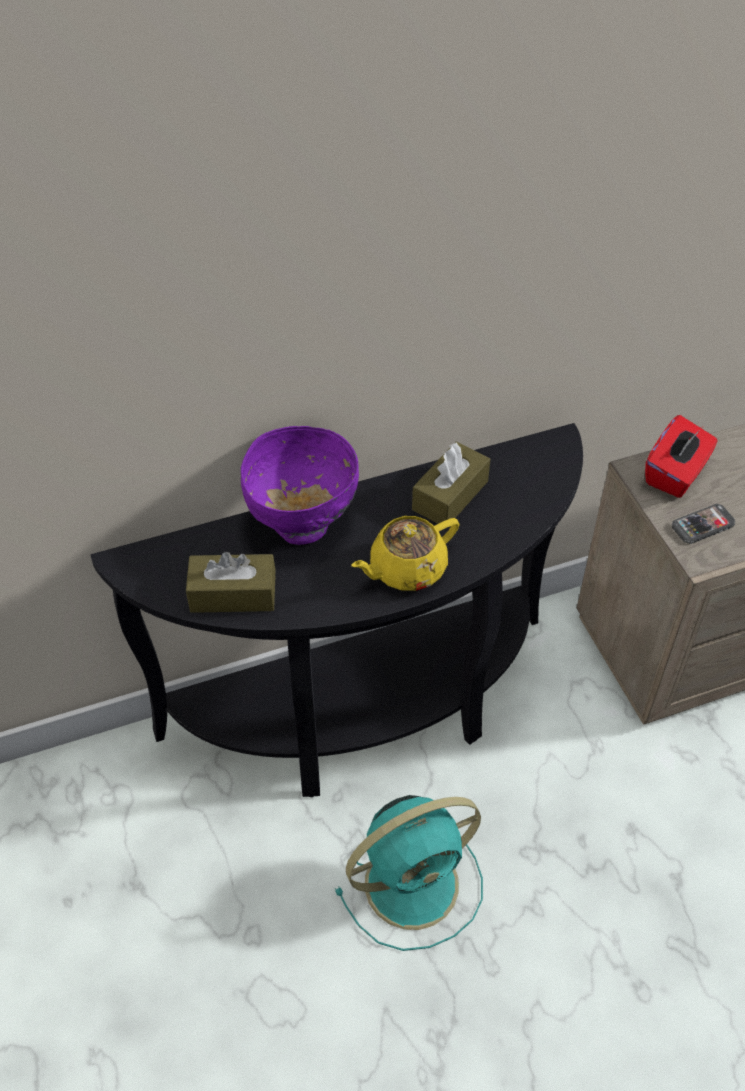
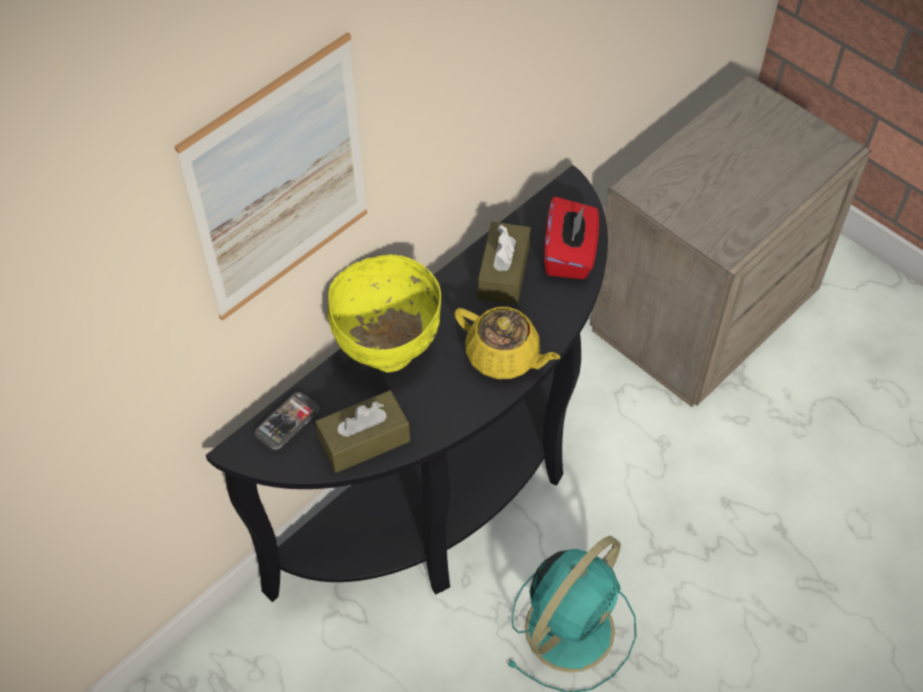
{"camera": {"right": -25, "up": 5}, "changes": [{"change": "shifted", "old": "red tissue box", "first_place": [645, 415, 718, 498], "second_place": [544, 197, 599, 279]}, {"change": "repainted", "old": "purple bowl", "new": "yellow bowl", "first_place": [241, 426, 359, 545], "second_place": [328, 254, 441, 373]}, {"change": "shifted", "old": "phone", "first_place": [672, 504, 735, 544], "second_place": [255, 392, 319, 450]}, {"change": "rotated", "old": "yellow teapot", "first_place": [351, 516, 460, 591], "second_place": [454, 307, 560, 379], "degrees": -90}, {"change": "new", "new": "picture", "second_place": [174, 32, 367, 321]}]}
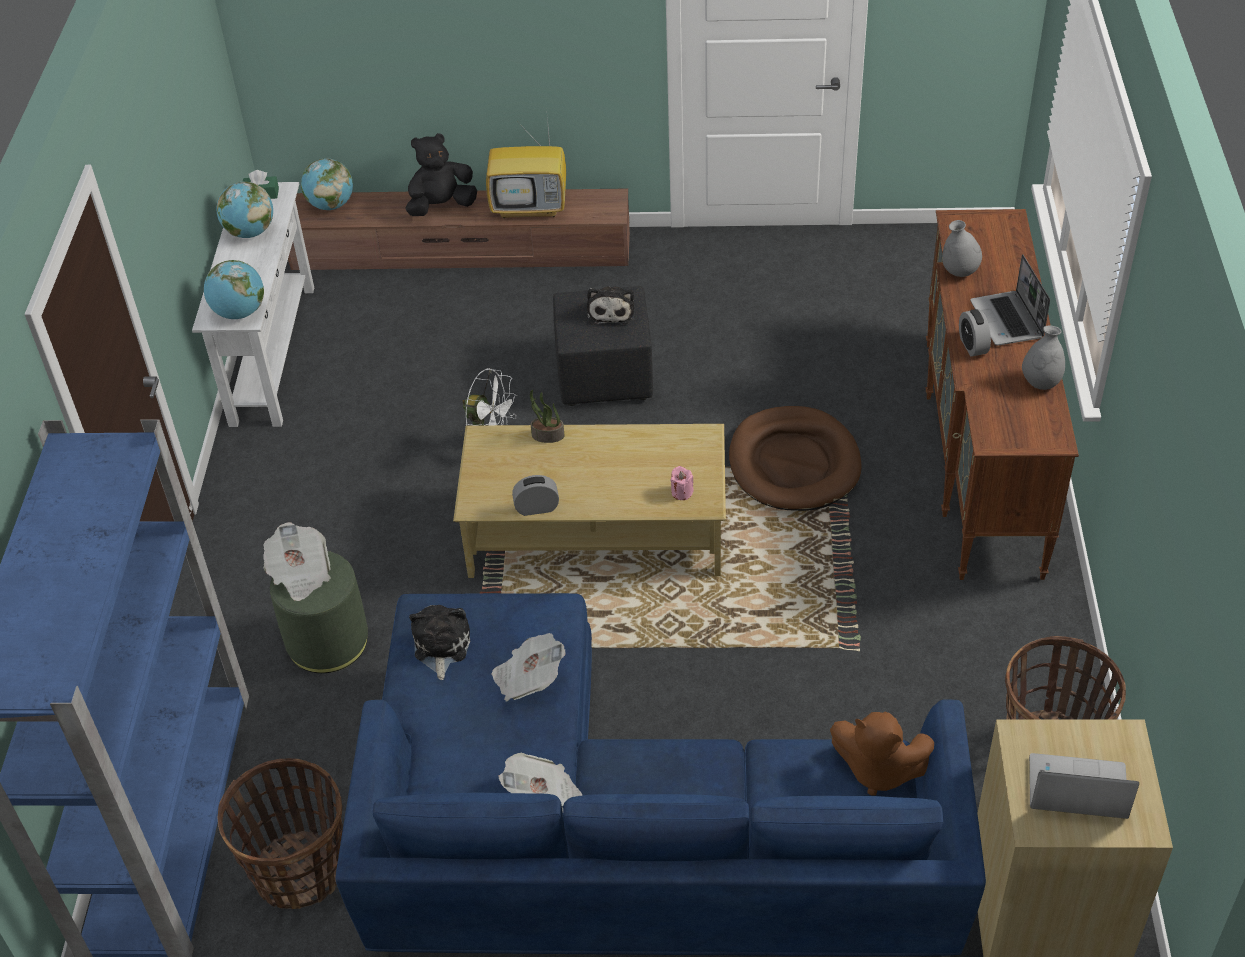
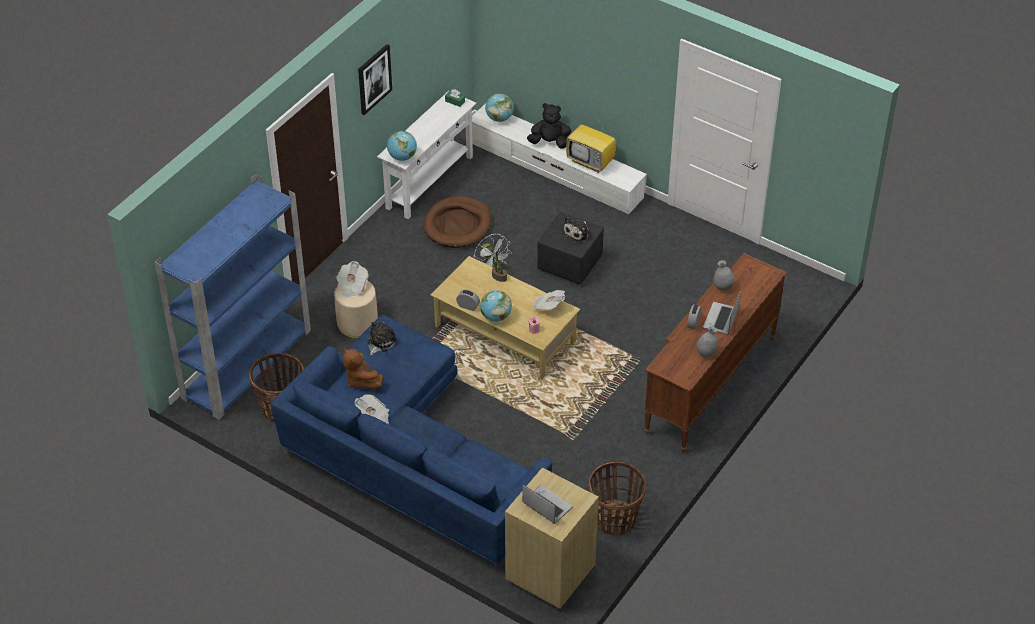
{"camera": {"right": 30, "up": 0}, "changes": [{"change": "shifted", "old": "globe", "first_place": [216, 181, 273, 238], "second_place": [480, 290, 512, 322]}, {"change": "repainted", "old": "brown tv stand", "new": "white tv stand", "first_place": [288, 188, 630, 270], "second_place": [472, 103, 647, 214]}, {"change": "shifted", "old": "brown dog bed", "first_place": [729, 406, 862, 511], "second_place": [423, 196, 491, 248]}, {"change": "repainted", "old": "green ottoman", "new": "beige ottoman", "first_place": [270, 551, 368, 673], "second_place": [334, 281, 378, 339]}, {"change": "shifted", "old": "newspaper", "first_place": [491, 633, 566, 701], "second_place": [533, 290, 565, 310]}, {"change": "shifted", "old": "brown plush toy", "first_place": [830, 712, 934, 796], "second_place": [343, 348, 383, 389]}, {"change": "new", "new": "picture", "second_place": [358, 44, 392, 115]}]}
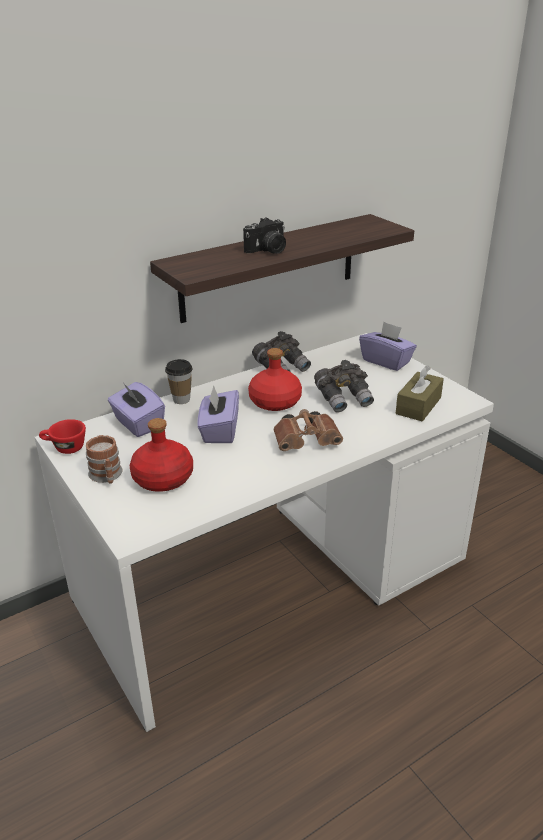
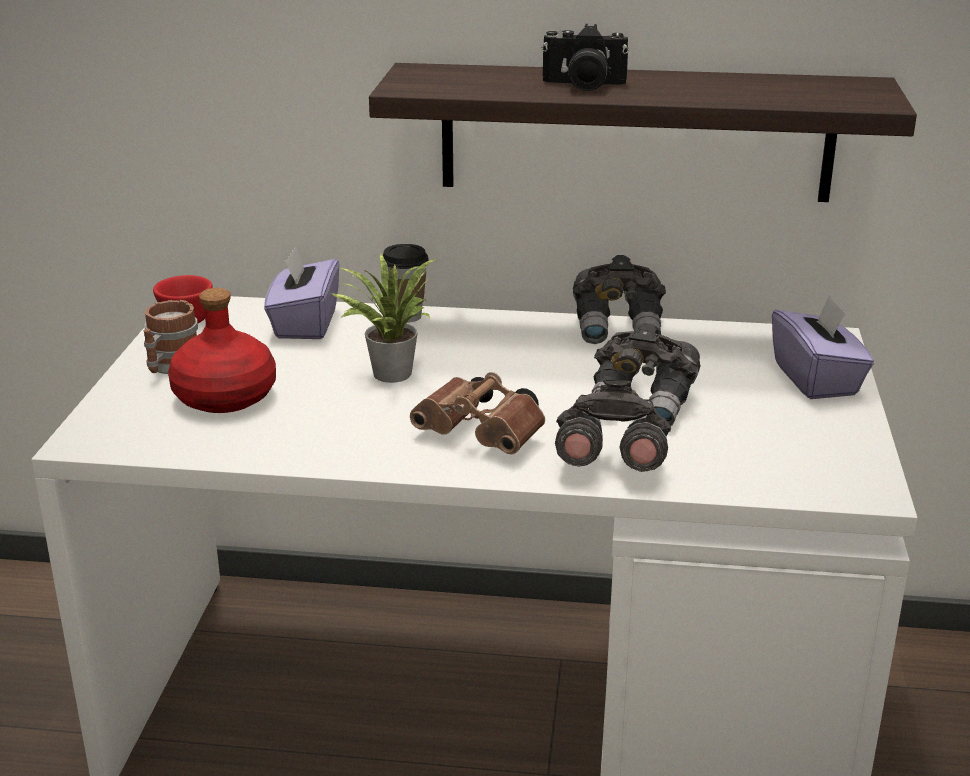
{"camera": {"right": 40, "up": -5}, "changes": [{"change": "gone", "old": "red bottle", "first_place": [248, 348, 302, 411]}, {"change": "gone", "old": "brown tissue box", "first_place": [396, 365, 444, 421]}, {"change": "swapped", "old": "purple tissue box", "new": "potted plant", "first_place": [197, 385, 239, 443], "second_place": [330, 253, 437, 383]}, {"change": "new", "new": "grey binoculars", "second_place": [555, 379, 671, 472]}]}
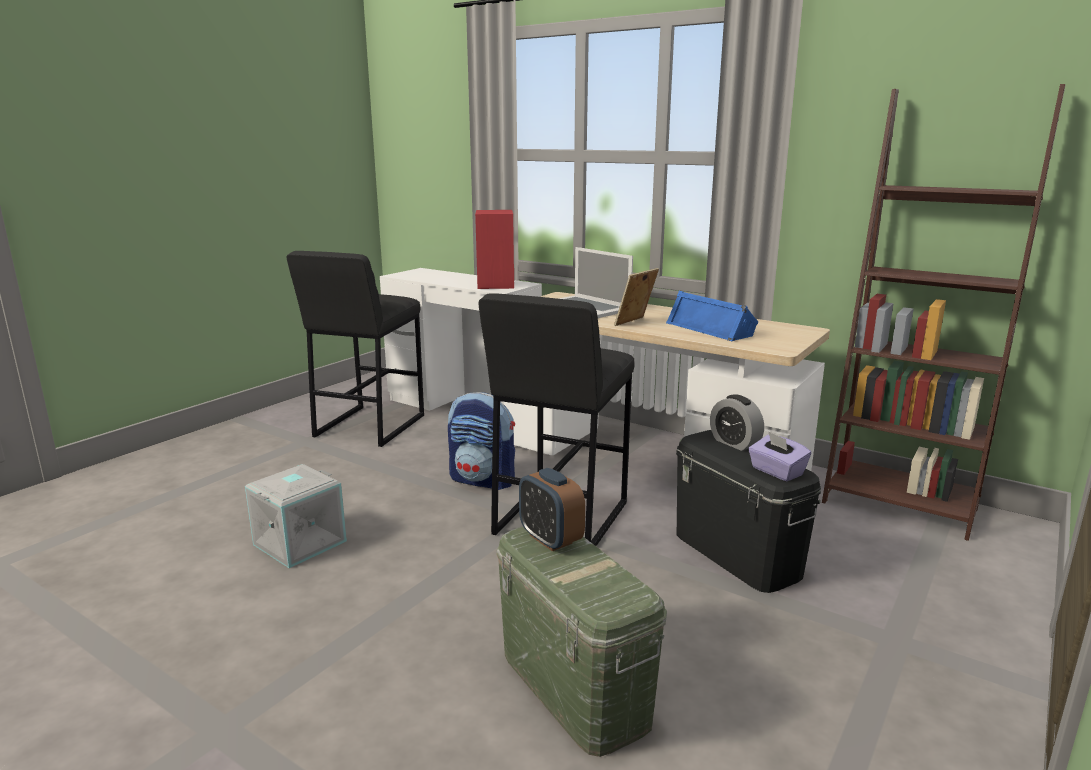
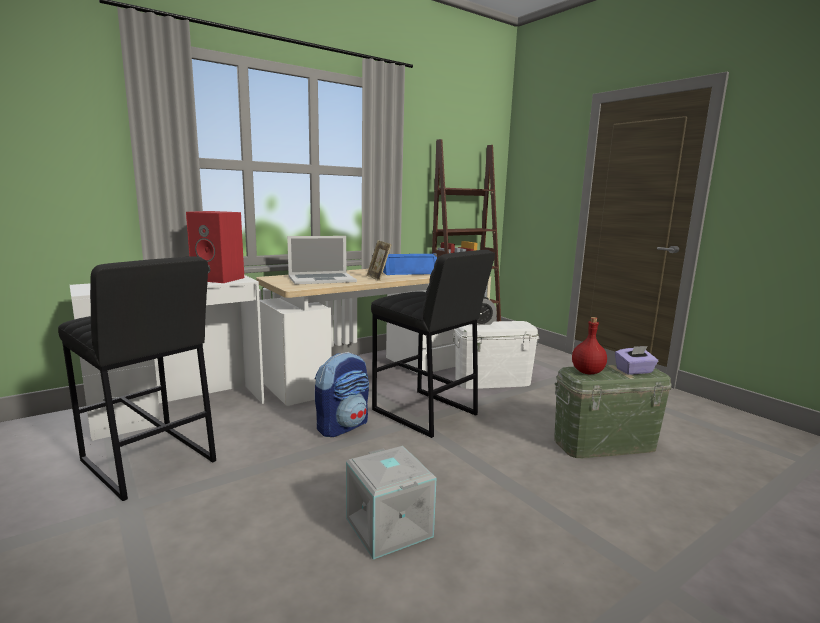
{"camera": {"right": -70, "up": -5}, "changes": [{"change": "repainted", "old": "black storage box", "new": "white storage box", "first_place": [676, 430, 821, 593], "second_place": [453, 321, 540, 389]}, {"change": "shifted", "old": "purple tissue box", "first_place": [748, 431, 811, 481], "second_place": [615, 346, 658, 375]}, {"change": "swapped", "old": "alarm clock", "new": "red bottle", "first_place": [519, 468, 585, 551], "second_place": [572, 317, 607, 374]}]}
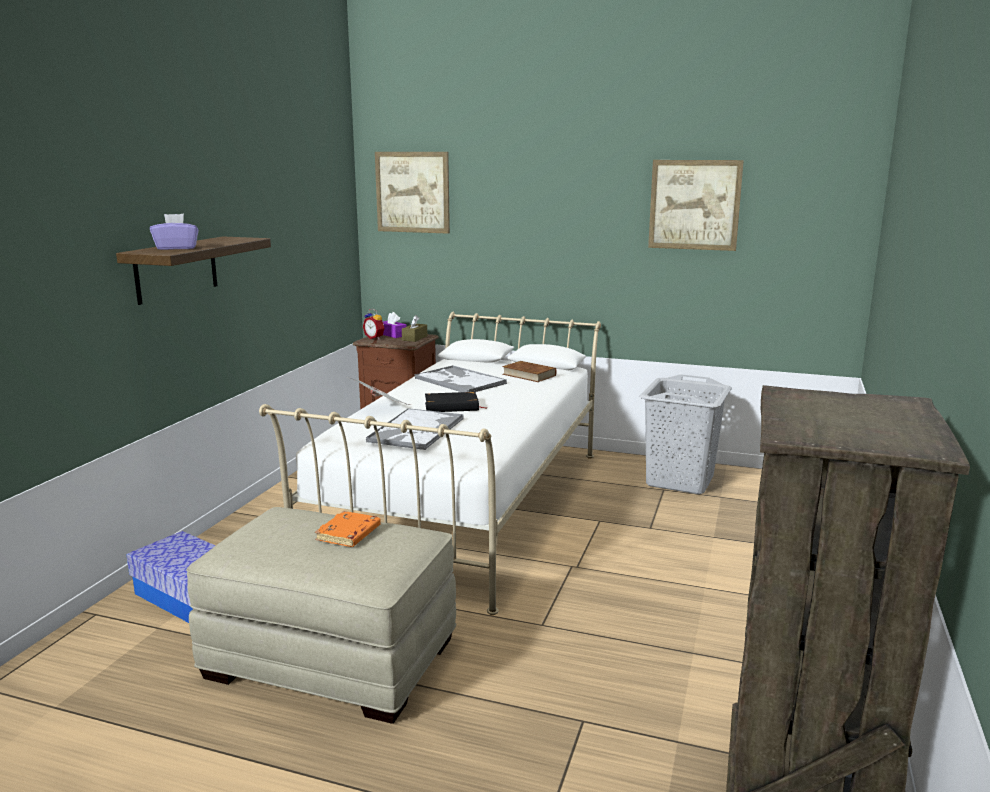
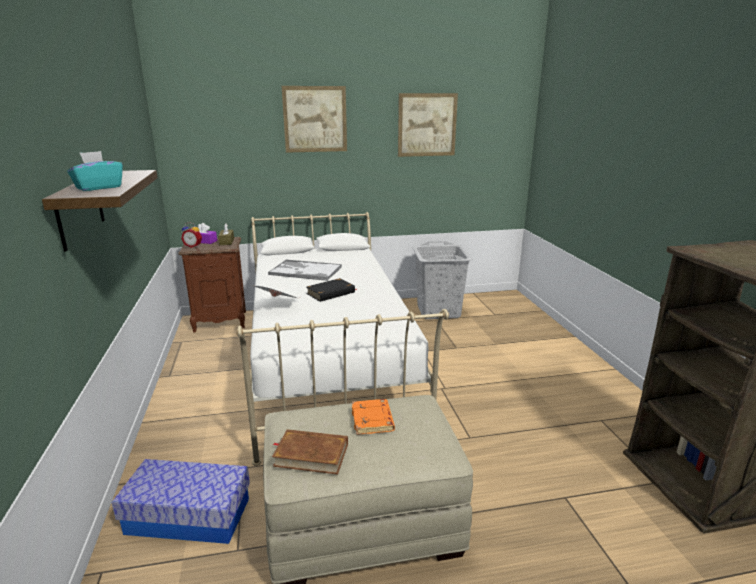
{"camera": {"right": -30, "up": 5}, "changes": [{"change": "shifted", "old": "picture", "first_place": [375, 152, 450, 234], "second_place": [282, 86, 347, 153]}, {"change": "repainted", "old": "purple tissue box", "new": "turquoise tissue box", "first_place": [150, 214, 199, 250], "second_place": [67, 151, 123, 191]}, {"change": "shifted", "old": "brown book", "first_place": [502, 361, 556, 382], "second_place": [272, 429, 348, 474]}, {"change": "gone", "old": "tray", "first_place": [365, 408, 464, 450]}]}
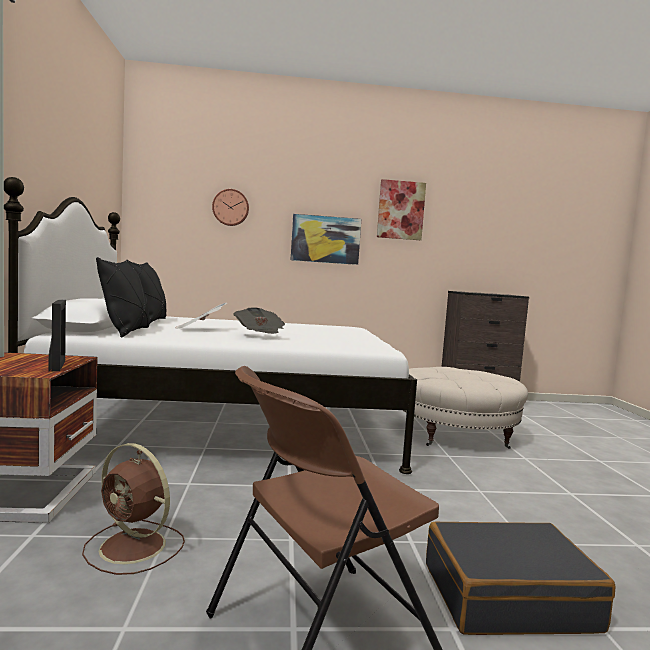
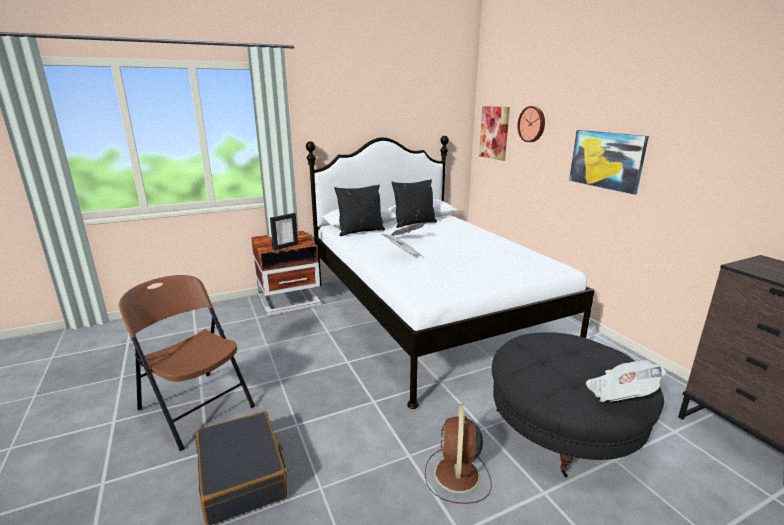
{"camera": {"right": 70, "up": 15}, "changes": [{"change": "shifted", "old": "picture", "first_place": [377, 179, 426, 240], "second_place": [479, 106, 510, 161]}, {"change": "repainted", "old": "beige ottoman", "new": "black ottoman", "first_place": [402, 367, 528, 449], "second_place": [492, 332, 664, 477]}, {"change": "shifted", "old": "brown fan", "first_place": [82, 443, 185, 575], "second_place": [425, 404, 492, 504]}, {"change": "new", "new": "newspaper", "second_place": [586, 360, 666, 402]}]}
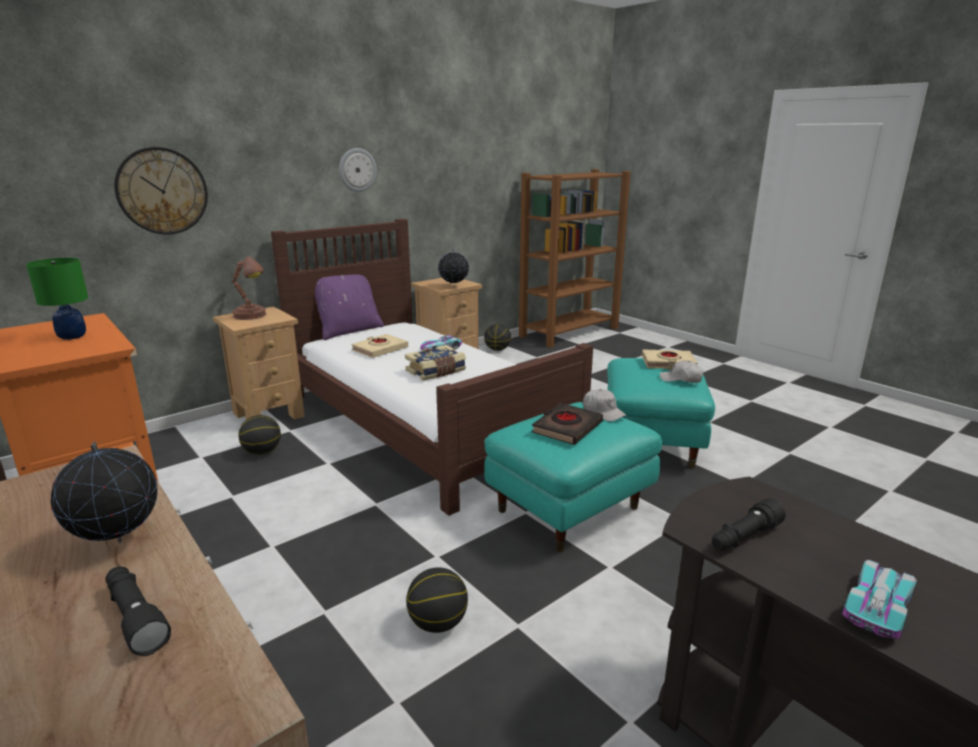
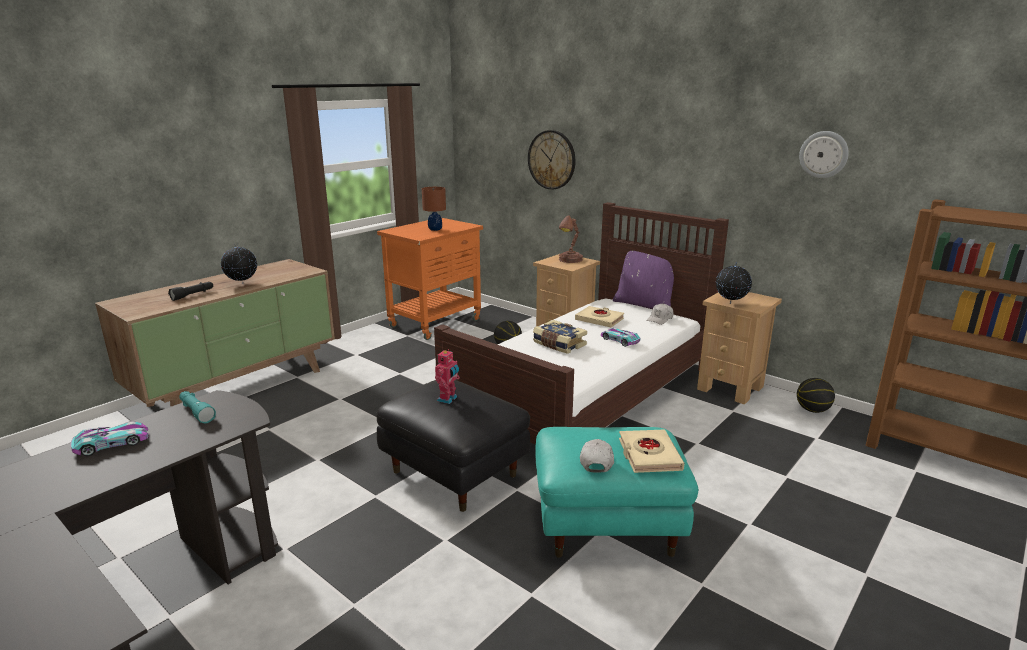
{"camera": {"right": 80, "up": 0}, "changes": [{"change": "shifted", "old": "wall clock", "first_place": [339, 148, 377, 192], "second_place": [799, 131, 849, 178]}, {"change": "repainted", "old": "green table lamp", "new": "brown table lamp", "first_place": [26, 258, 88, 340], "second_place": [422, 187, 446, 231]}, {"change": "shifted", "old": "white cap", "first_place": [583, 389, 627, 422], "second_place": [646, 304, 673, 325]}, {"change": "repainted", "old": "turquoise ottoman", "new": "black ottoman", "first_place": [484, 402, 662, 552], "second_place": [377, 380, 530, 512]}, {"change": "swapped", "old": "black book", "new": "toy robot", "first_place": [531, 403, 603, 445], "second_place": [435, 349, 460, 404]}, {"change": "repainted", "old": "black flashlight", "new": "turquoise flashlight", "first_place": [712, 498, 786, 550], "second_place": [179, 391, 216, 423]}, {"change": "rotated", "old": "toy car", "first_place": [842, 560, 917, 639], "second_place": [71, 421, 149, 457], "degrees": -60}, {"change": "gone", "old": "basketball", "first_place": [406, 567, 468, 633]}]}
